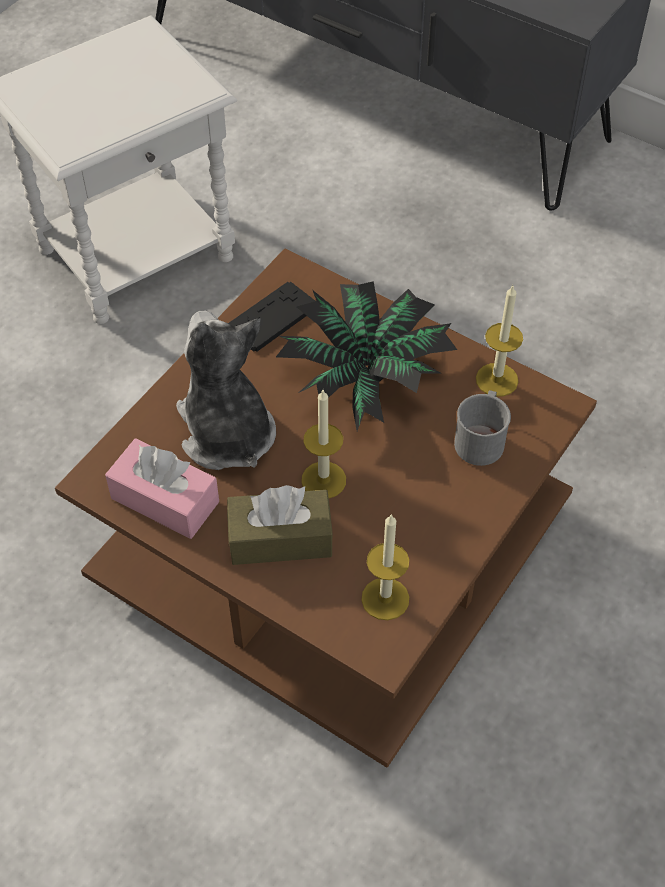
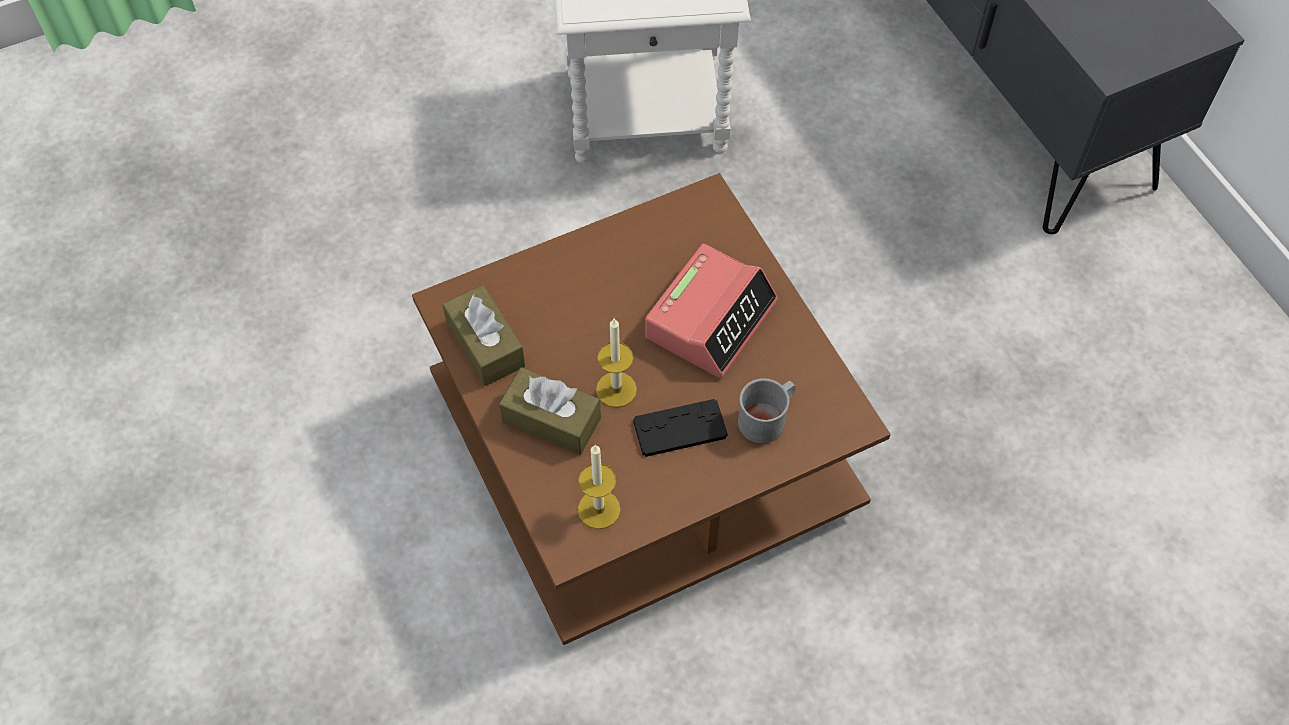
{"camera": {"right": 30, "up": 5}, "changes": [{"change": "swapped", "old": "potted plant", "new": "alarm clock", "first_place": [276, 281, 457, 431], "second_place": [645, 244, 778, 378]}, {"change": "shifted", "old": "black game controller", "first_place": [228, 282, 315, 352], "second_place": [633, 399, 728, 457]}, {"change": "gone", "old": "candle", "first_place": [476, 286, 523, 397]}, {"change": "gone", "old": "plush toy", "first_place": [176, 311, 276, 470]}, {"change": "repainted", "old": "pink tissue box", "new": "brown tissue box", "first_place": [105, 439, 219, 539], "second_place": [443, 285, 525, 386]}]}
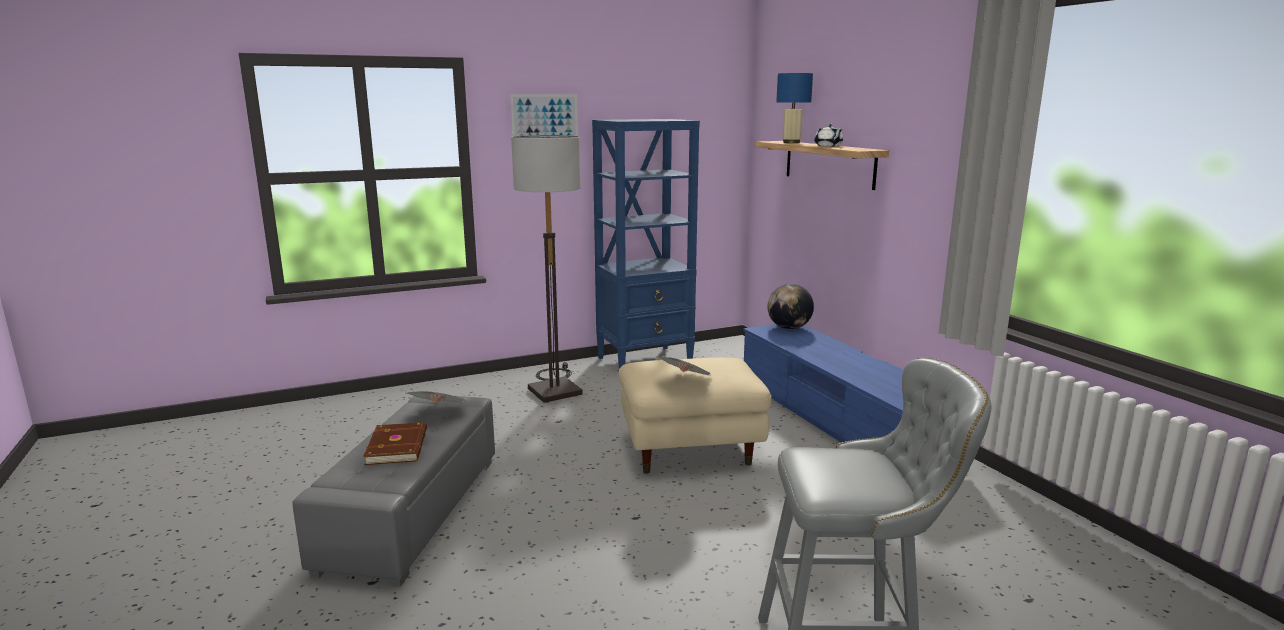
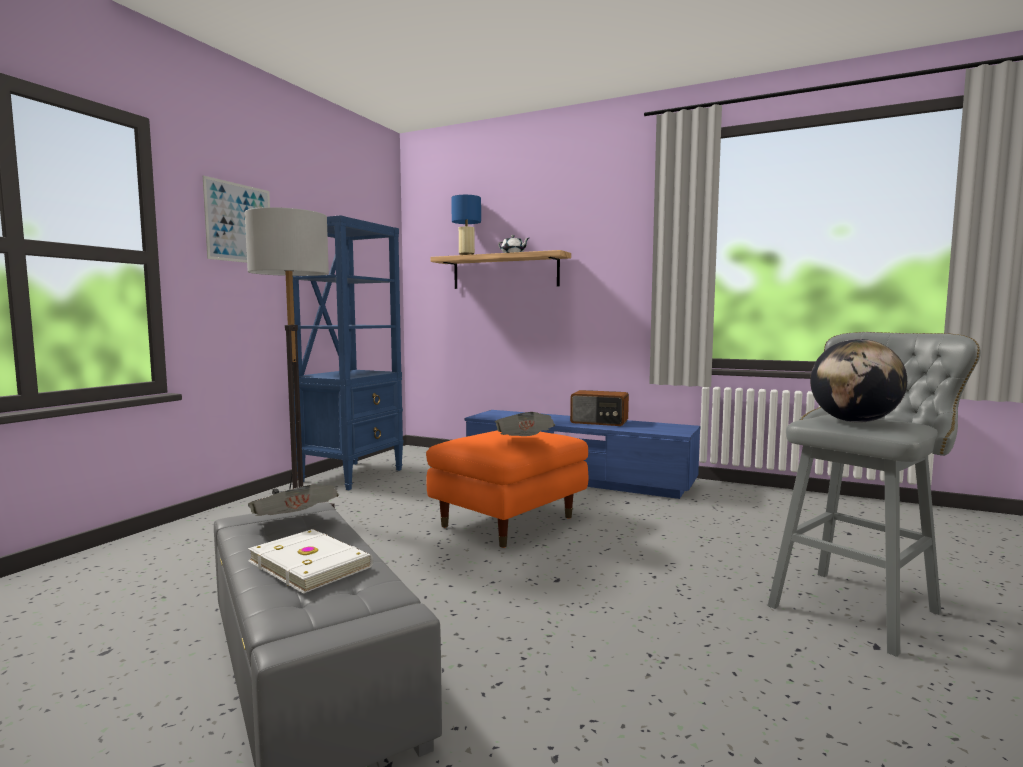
{"camera": {"right": -40, "up": -10}, "changes": [{"change": "shifted", "old": "globe", "first_place": [767, 284, 814, 329], "second_place": [810, 339, 907, 423]}, {"change": "repainted", "old": "beige ottoman", "new": "orange ottoman", "first_place": [619, 358, 771, 474], "second_place": [426, 430, 588, 548]}, {"change": "repainted", "old": "brown book", "new": "white book", "first_place": [363, 422, 427, 465], "second_place": [248, 529, 373, 593]}, {"change": "new", "new": "radio", "second_place": [570, 390, 629, 426]}]}
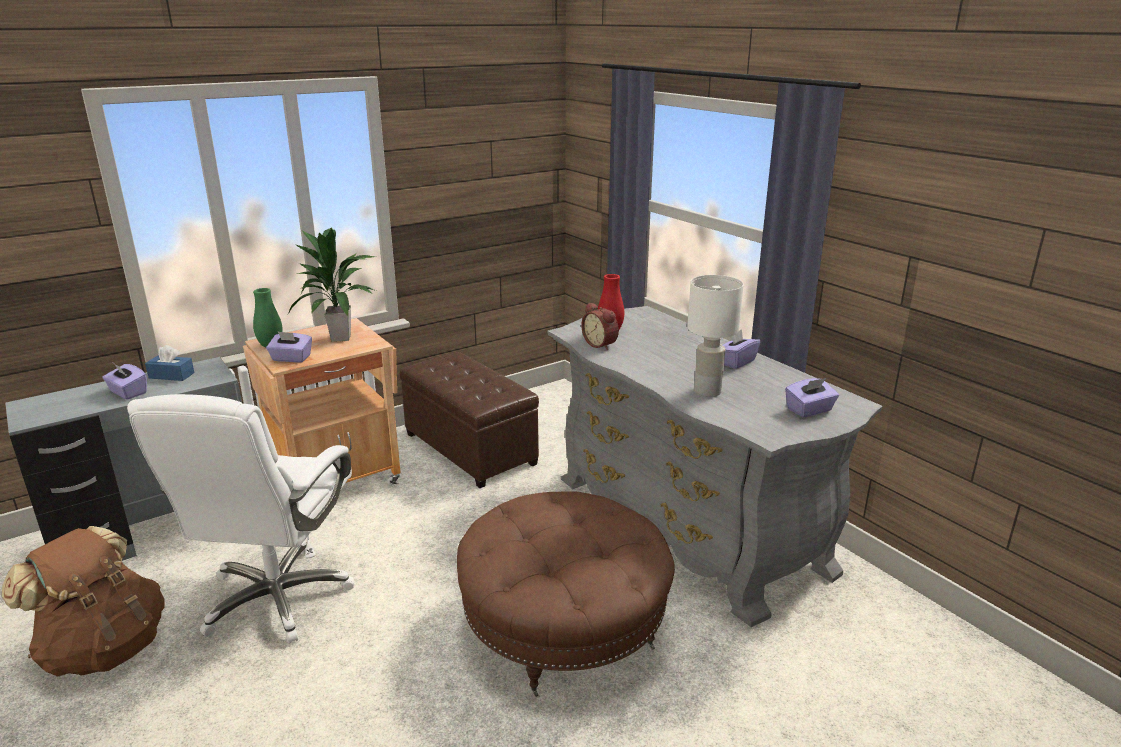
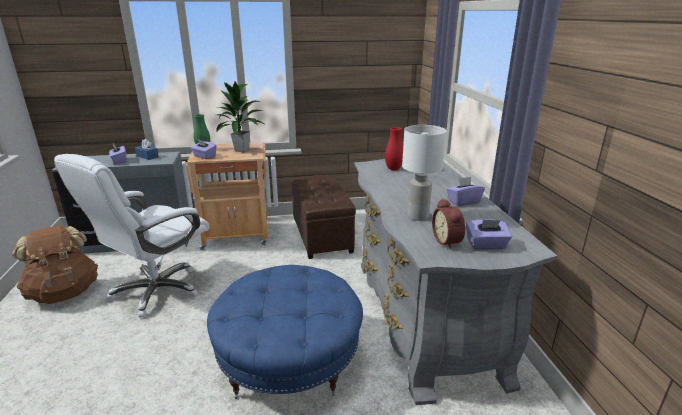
{"camera": {"right": 25, "up": 0}, "changes": [{"change": "shifted", "old": "alarm clock", "first_place": [581, 302, 619, 350], "second_place": [432, 198, 465, 249]}, {"change": "repainted", "old": "brown ottoman", "new": "blue ottoman", "first_place": [457, 491, 675, 697], "second_place": [207, 265, 363, 399]}]}
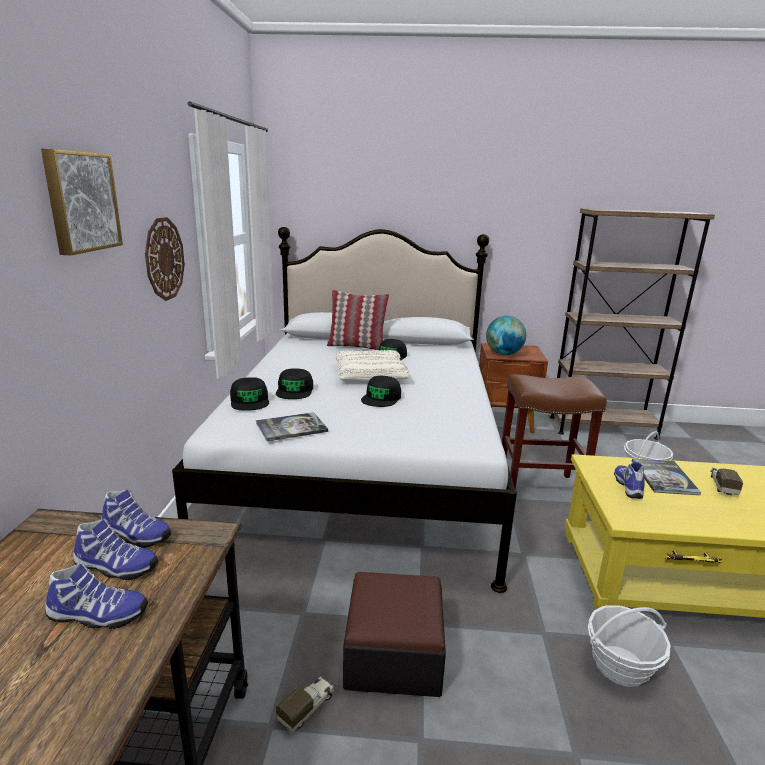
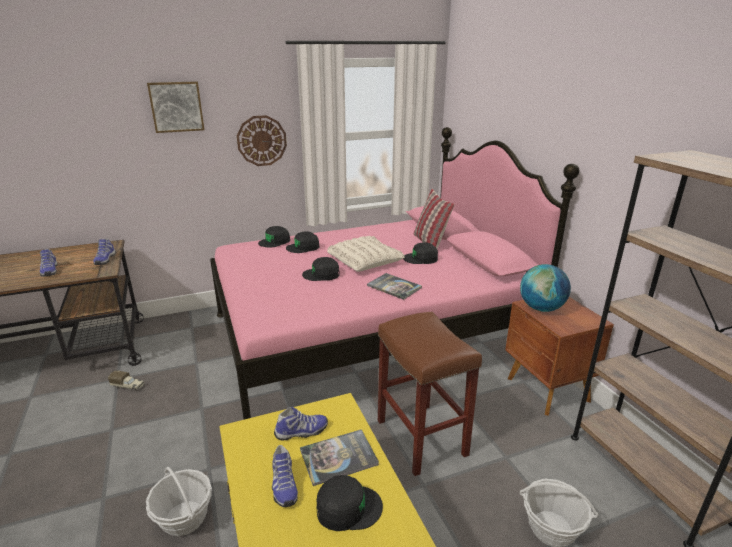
{"camera": {"right": 65, "up": 5}, "changes": [{"change": "repainted", "old": "white bed", "new": "pink bed", "first_place": [172, 227, 517, 593], "second_place": [210, 127, 579, 420]}, {"change": "shifted", "old": "book", "first_place": [256, 412, 328, 441], "second_place": [367, 273, 422, 300]}, {"change": "swapped", "old": "toy truck", "new": "black cap", "first_place": [710, 467, 743, 496], "second_place": [316, 475, 383, 531]}, {"change": "shifted", "old": "shoe", "first_place": [73, 519, 158, 580], "second_place": [272, 445, 298, 507]}, {"change": "gone", "old": "ottoman", "first_place": [343, 572, 446, 697]}]}
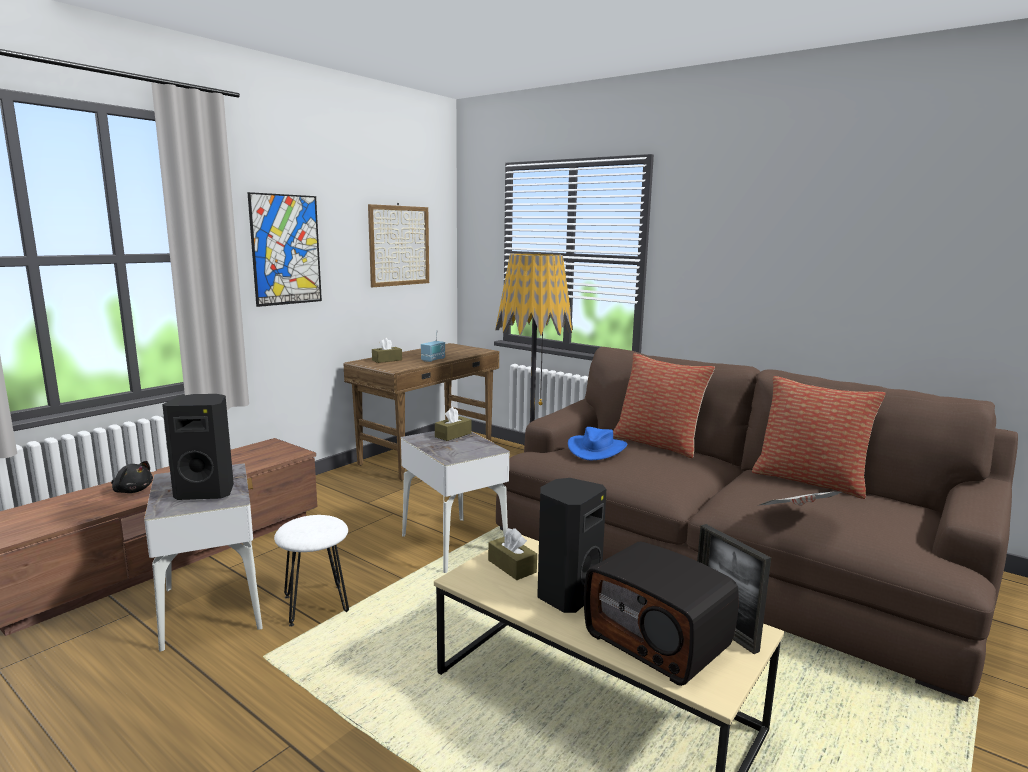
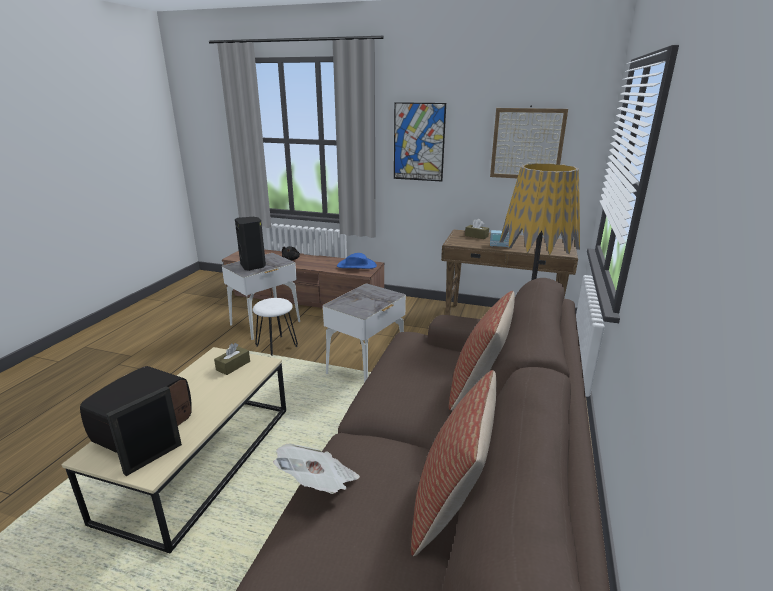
{"camera": {"right": 70, "up": 10}, "changes": [{"change": "gone", "old": "brown tissue box", "first_place": [435, 407, 472, 441]}, {"change": "shifted", "old": "blue hat", "first_place": [568, 427, 627, 460], "second_place": [337, 253, 377, 269]}, {"change": "gone", "old": "black speaker", "first_place": [537, 478, 606, 613]}]}
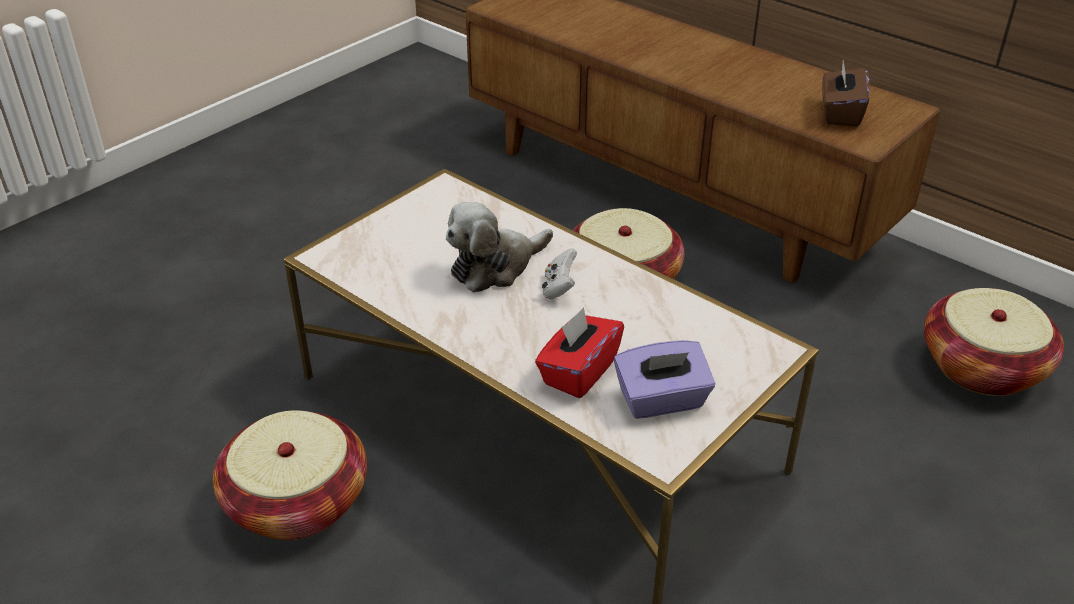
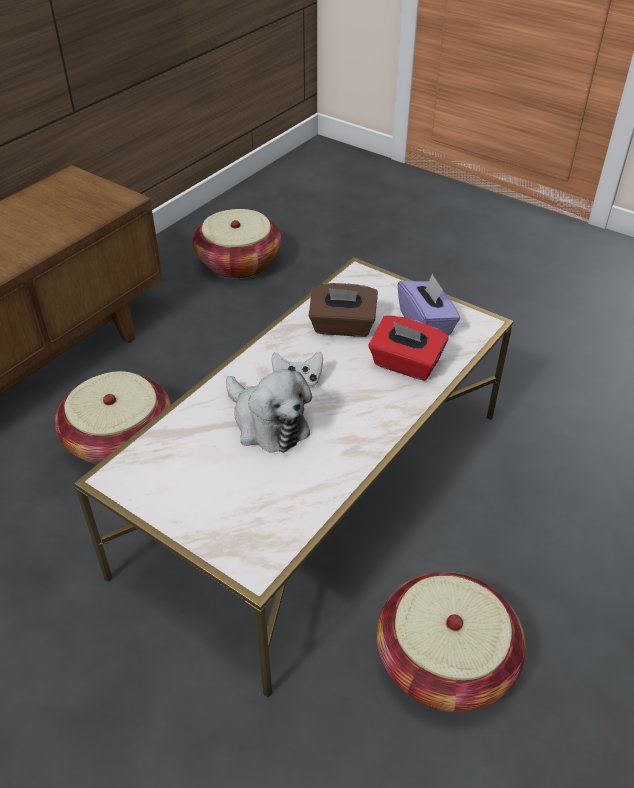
{"camera": {"right": -95, "up": 5}, "changes": [{"change": "shifted", "old": "brown tissue box", "first_place": [822, 60, 870, 127], "second_place": [309, 283, 378, 337]}]}
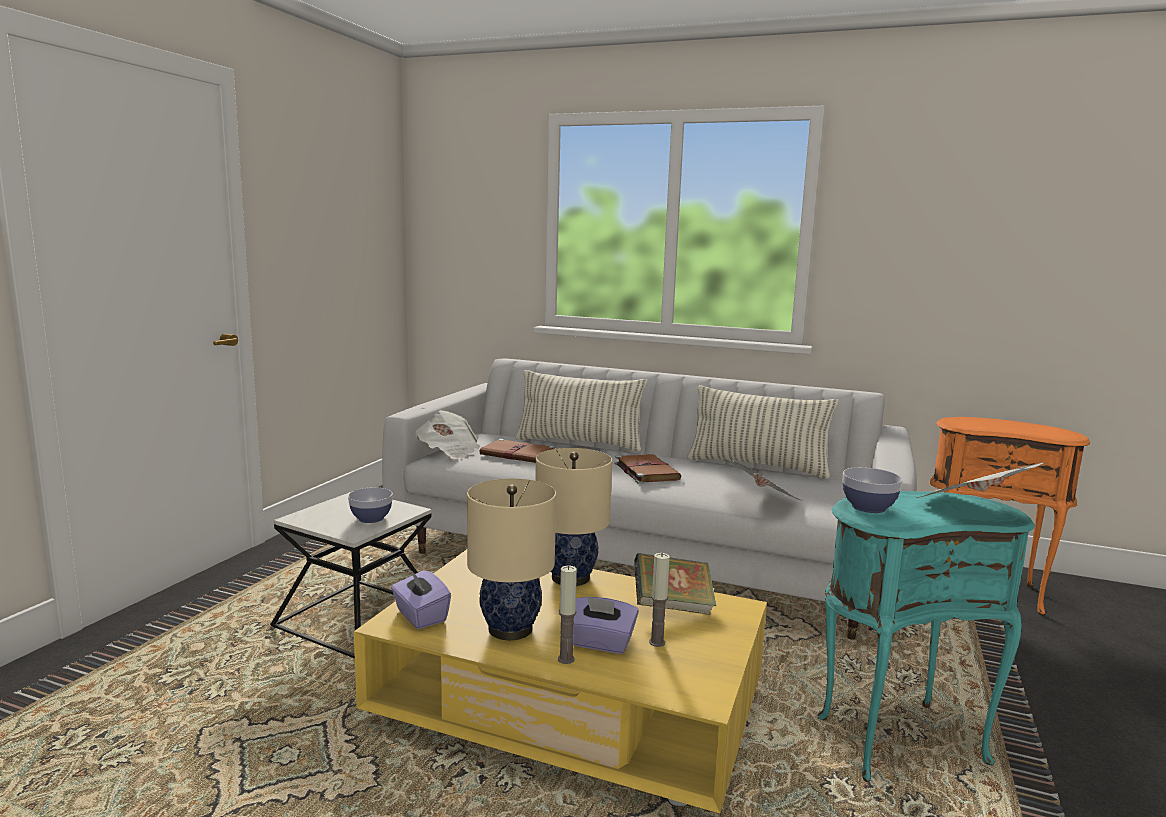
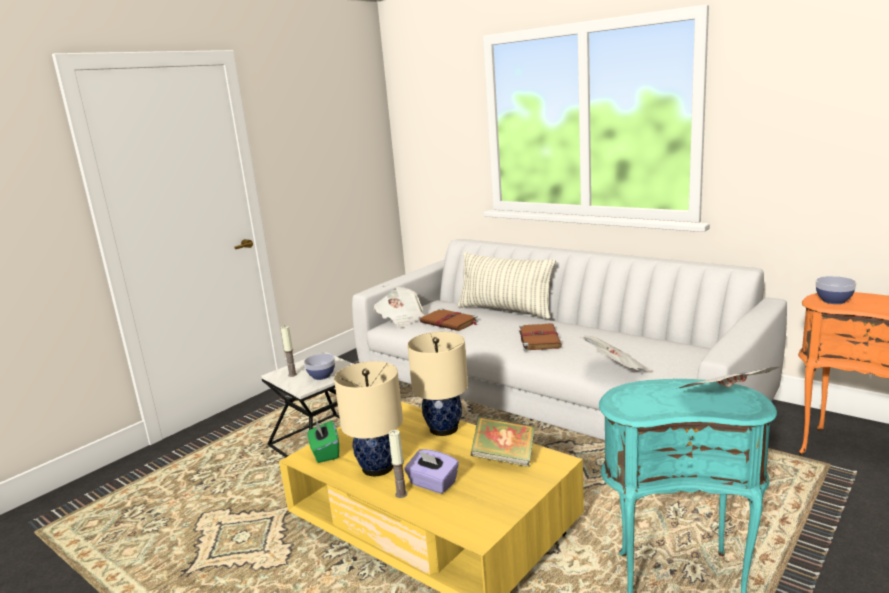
{"camera": {"right": 20, "up": 5}, "changes": [{"change": "gone", "old": "pillow", "first_place": [687, 385, 839, 479]}, {"change": "shifted", "old": "bowl", "first_place": [842, 467, 903, 513], "second_place": [816, 276, 856, 304]}, {"change": "shifted", "old": "candle", "first_place": [649, 553, 670, 647], "second_place": [281, 326, 297, 377]}, {"change": "repainted", "old": "purple tissue box", "new": "green tissue box", "first_place": [391, 567, 451, 629], "second_place": [308, 420, 339, 463]}]}
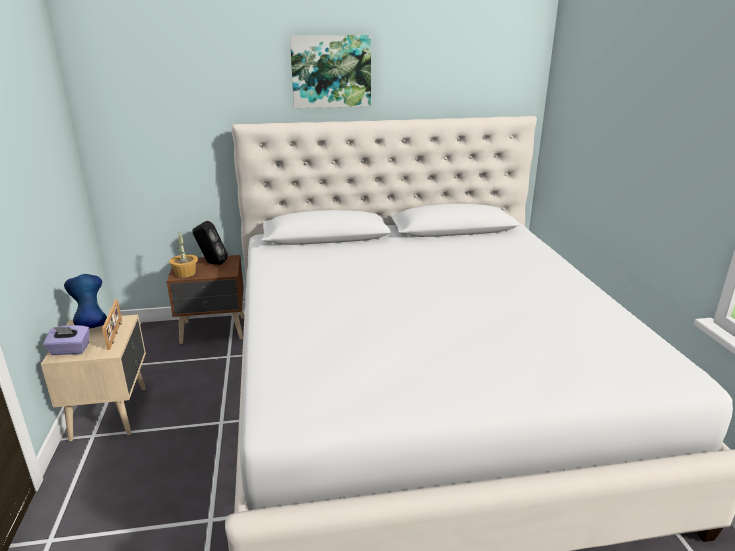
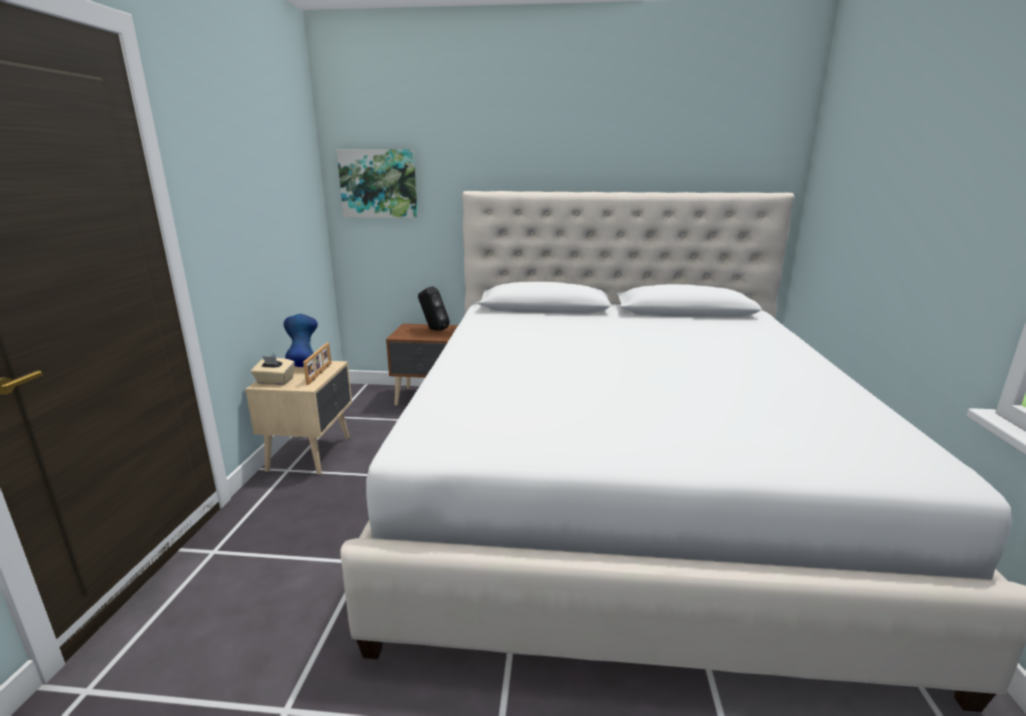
{"camera": {"right": 15, "up": -5}, "changes": [{"change": "shifted", "old": "picture", "first_place": [290, 35, 371, 108], "second_place": [337, 149, 418, 218]}, {"change": "gone", "old": "potted plant", "first_place": [169, 232, 198, 278]}, {"change": "repainted", "old": "purple tissue box", "new": "beige tissue box", "first_place": [43, 325, 90, 355], "second_place": [251, 356, 295, 385]}]}
